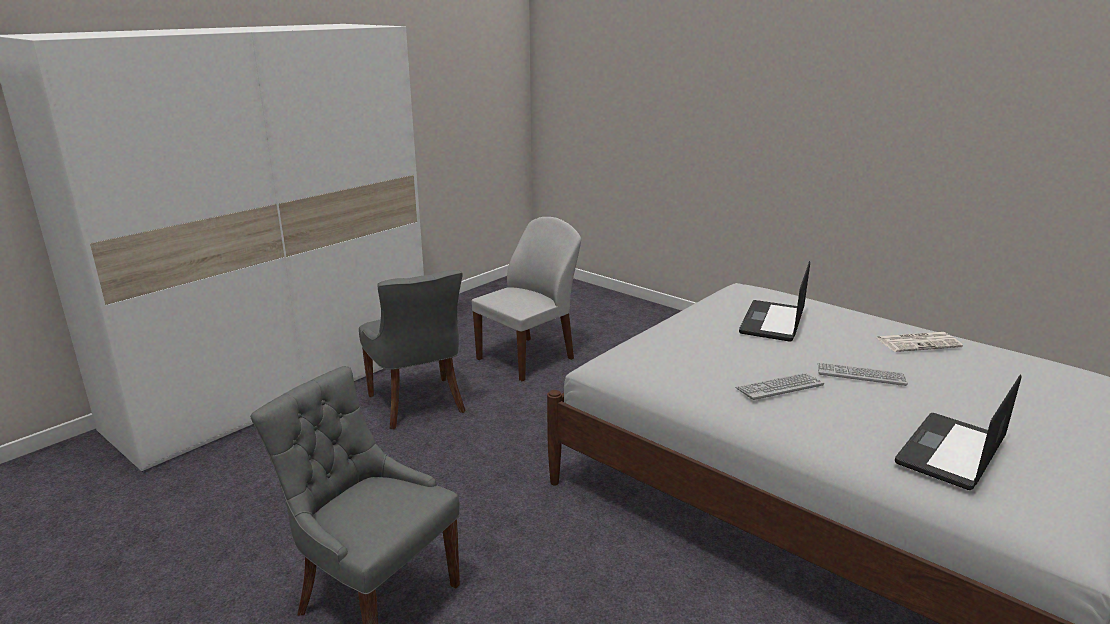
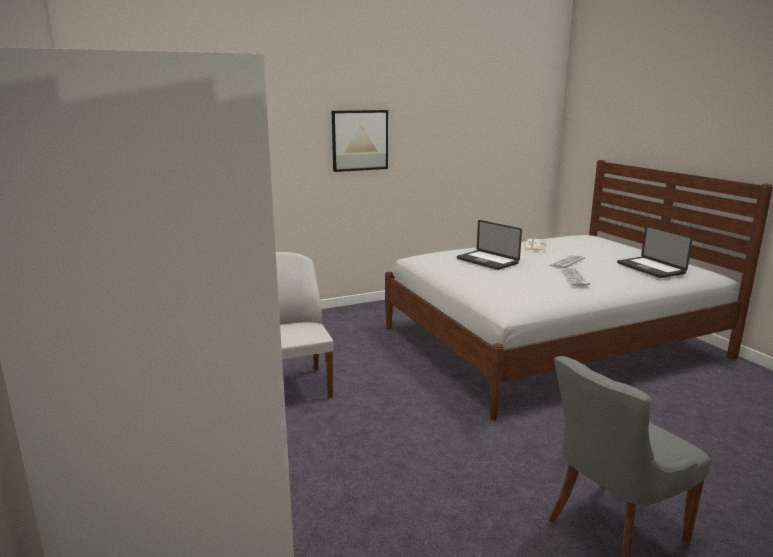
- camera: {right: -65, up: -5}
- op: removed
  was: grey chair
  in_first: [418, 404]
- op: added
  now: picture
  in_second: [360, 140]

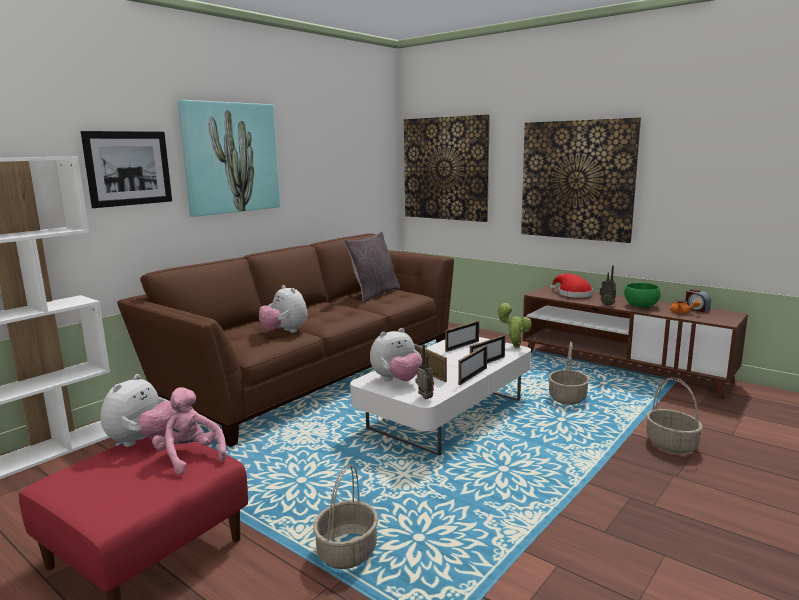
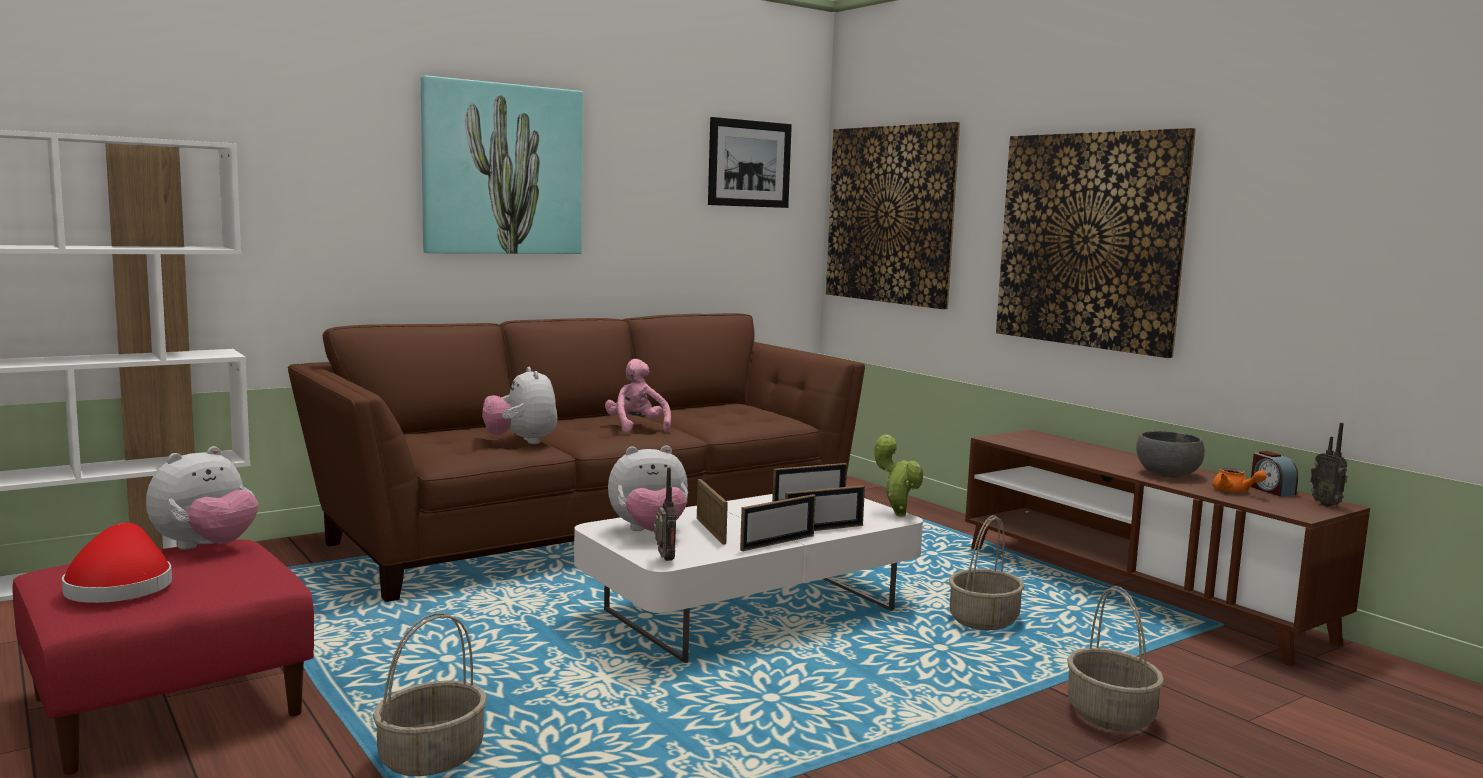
- camera: {right: 15, up: -5}
- op: moved
  was: picture
  in_first: [128, 168]
  in_second: [749, 163]
- op: removed
  was: grey pillow
  in_first: [374, 294]
- op: moved
  was: radio
  in_first: [607, 304]
  in_second: [1326, 504]
- op: moved
  was: red hat
  in_first: [572, 294]
  in_second: [120, 586]
- op: recoloured
  was: green bowl
  now: grey bowl
  in_first: [641, 305]
  in_second: [1168, 474]
- op: moved
  was: pink plush toy
  in_first: [190, 456]
  in_second: [636, 427]

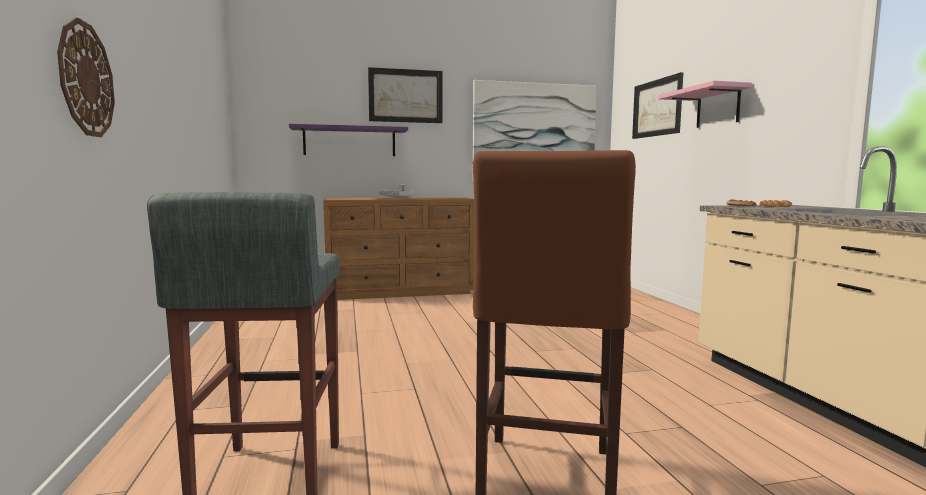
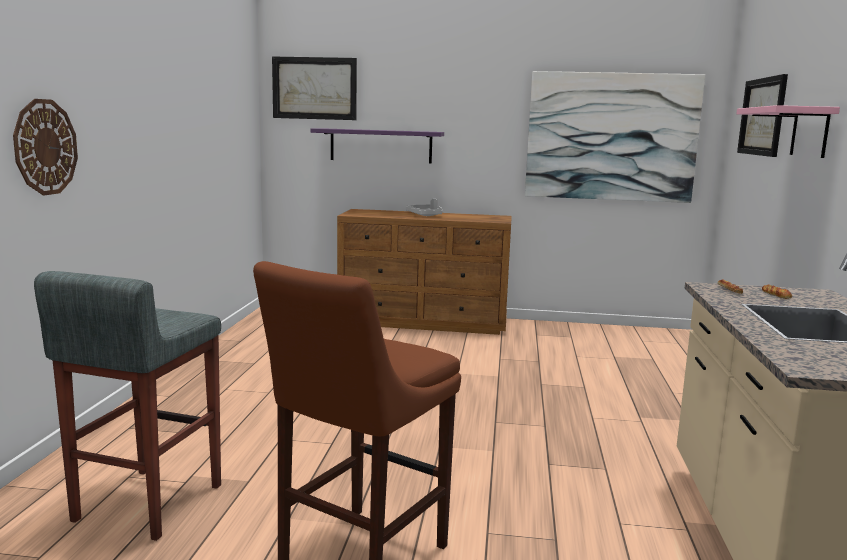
- camera: {right: 20, up: 5}
- op: moved
  was: picture
  in_first: [405, 96]
  in_second: [314, 88]

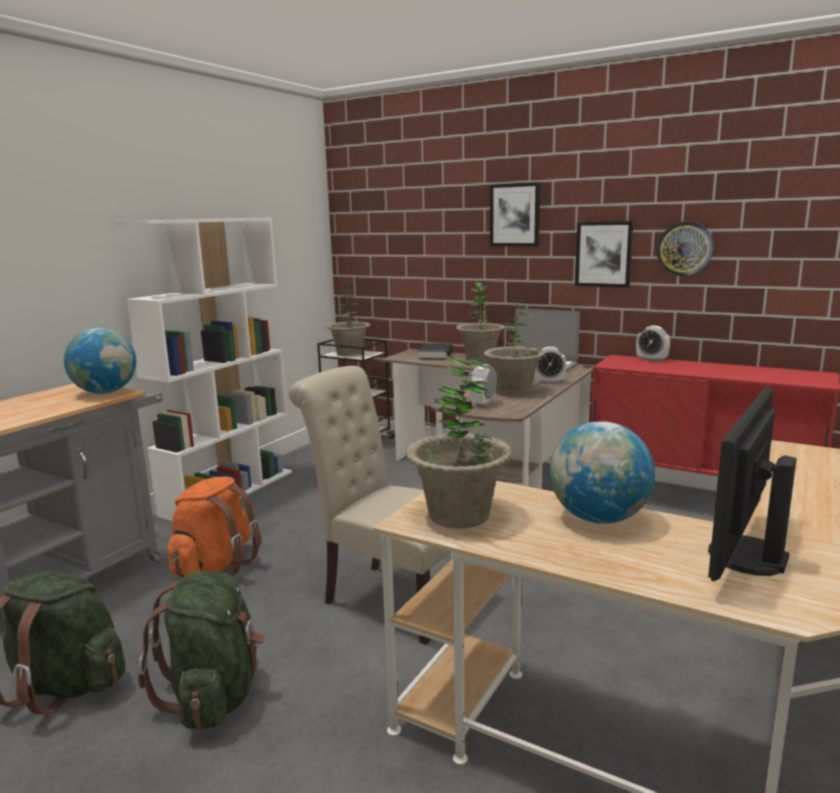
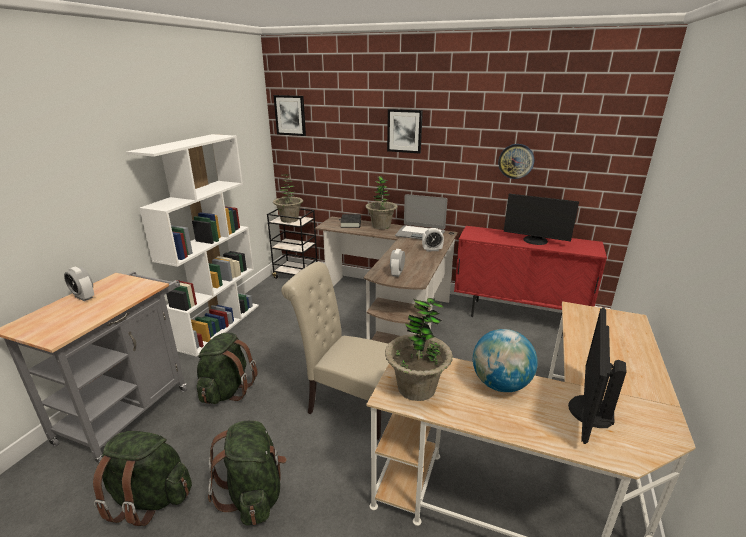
- camera: {right: -10, up: 10}
- op: moved
  was: picture
  in_first: [604, 254]
  in_second: [290, 115]
- op: removed
  was: potted plant
  in_first: [513, 391]
- op: moved
  was: alarm clock
  in_first: [651, 360]
  in_second: [84, 297]
- op: removed
  was: globe
  in_first: [105, 392]
- op: recoloured
  was: orange backpack
  now: green backpack
  in_first: [216, 567]
  in_second: [227, 390]
- op: added
  now: monitor
  in_second: [535, 241]

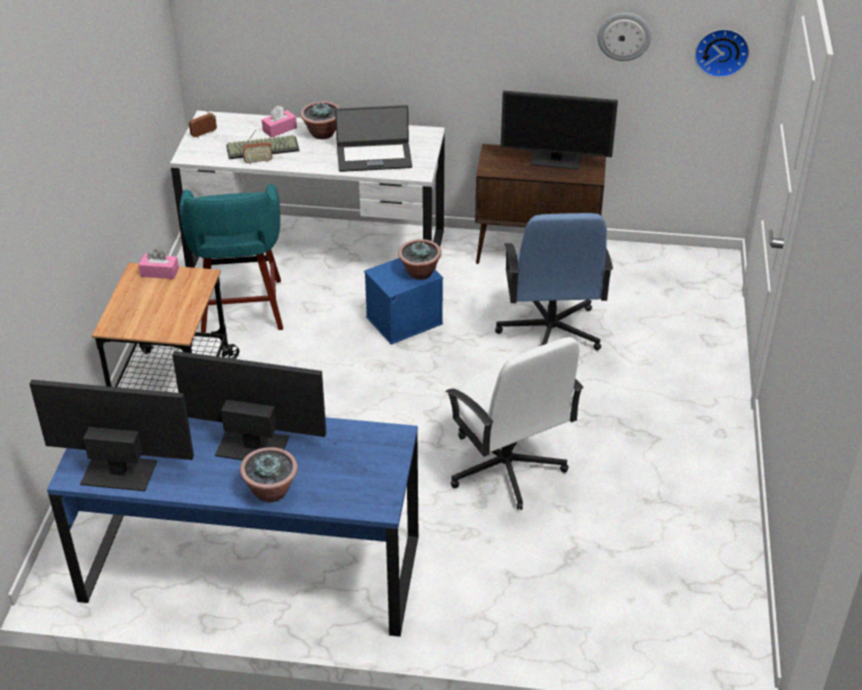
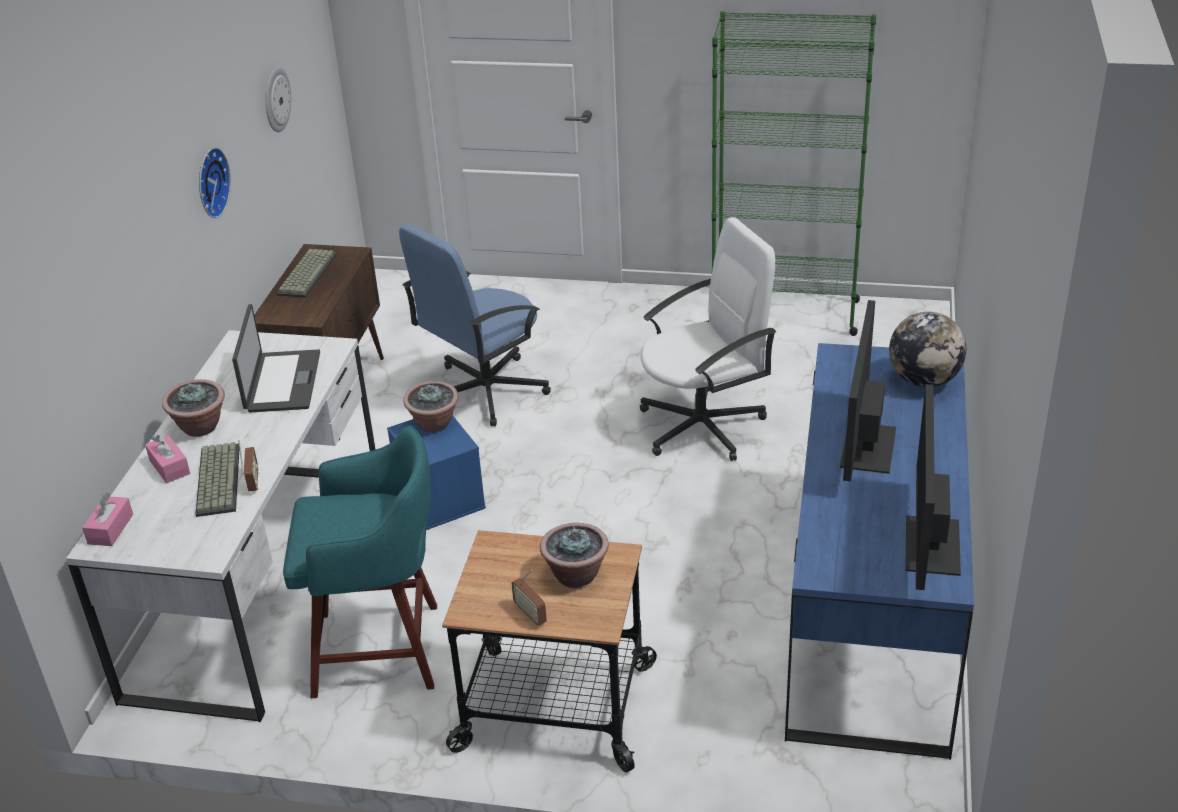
- camera: {right: -85, up: -5}
- op: moved
  was: wall clock
  in_first: [721, 51]
  in_second: [209, 182]
- op: replaced
  was: monitor
  now: keyboard
  in_first: [556, 159]
  in_second: [306, 274]
- op: moved
  was: radio
  in_first: [204, 134]
  in_second: [530, 614]
- op: turned
  was: blue office chair
  in_first: [549, 332]
  in_second: [484, 391]
  clockwise: 135
- op: moved
  was: pink tissue box
  in_first: [160, 272]
  in_second: [110, 529]
- op: moved
  was: potted plant
  in_first: [271, 491]
  in_second: [575, 575]
- op: added
  now: green bookcase
  in_second: [784, 313]
- op: added
  now: globe
  in_second: [924, 380]

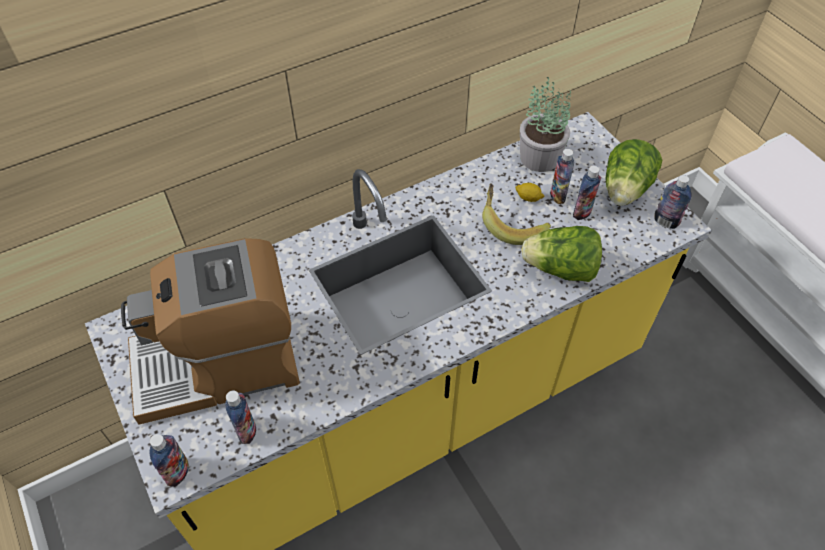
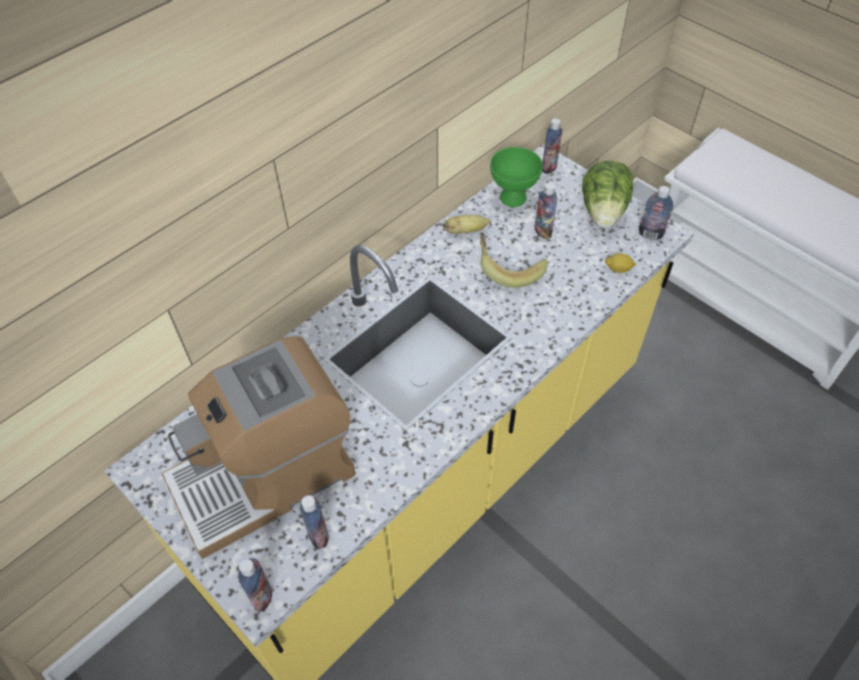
- camera: {right: -15, up: 0}
- op: replaced
  was: potted plant
  now: green bowl
  in_first: [538, 157]
  in_second: [512, 197]
- op: moved
  was: bottle
  in_first: [582, 212]
  in_second: [549, 167]
- op: moved
  was: lemon
  in_first: [528, 198]
  in_second: [618, 269]
- op: removed
  was: lettuce
  in_first: [560, 269]
- op: added
  now: banana
  in_second: [466, 231]

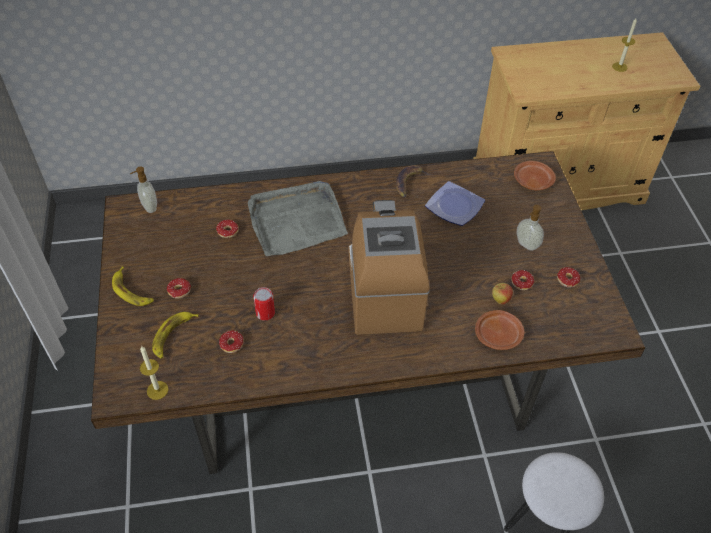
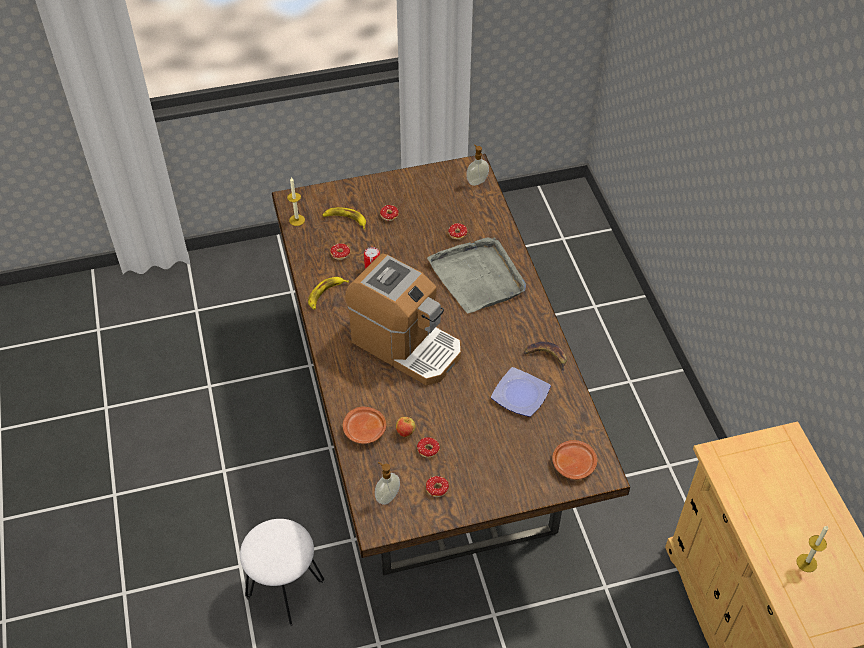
- camera: {right: 85, up: 0}
- op: turned
  was: coffee machine
  in_first: [383, 290]
  in_second: [406, 345]
  clockwise: 45
- op: moved
  was: soap dispenser
  in_first: [526, 245]
  in_second: [387, 496]
- op: moved
  was: banana
  in_first: [132, 291]
  in_second: [326, 294]

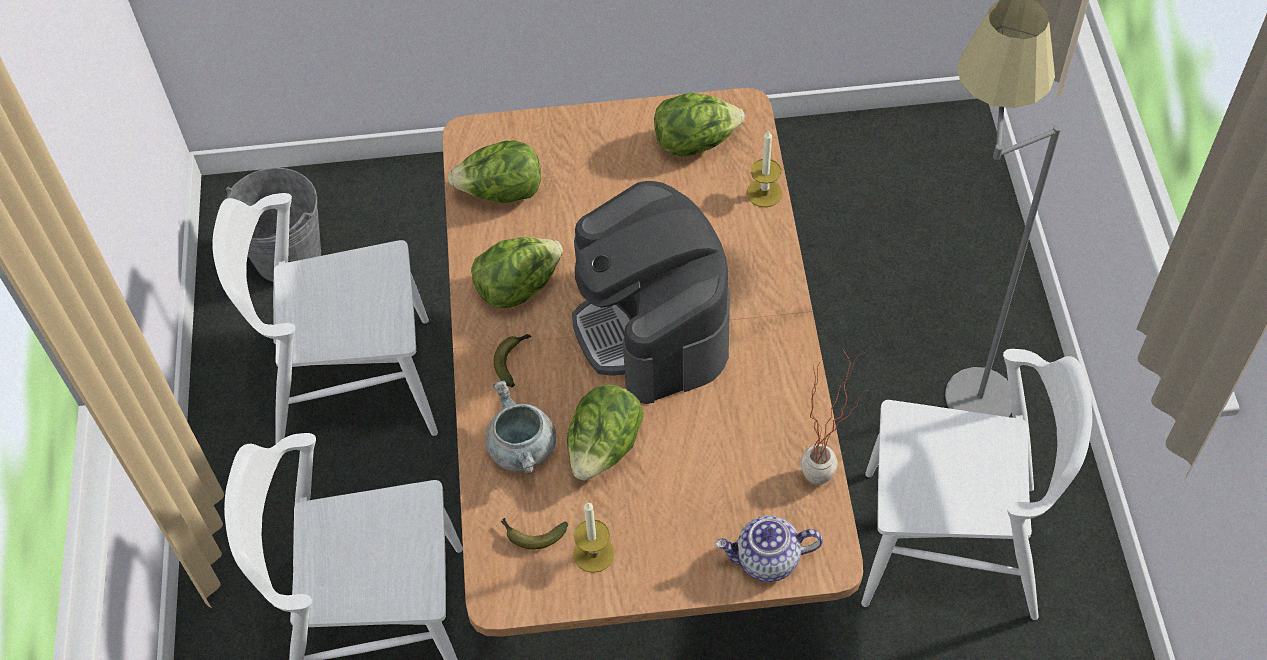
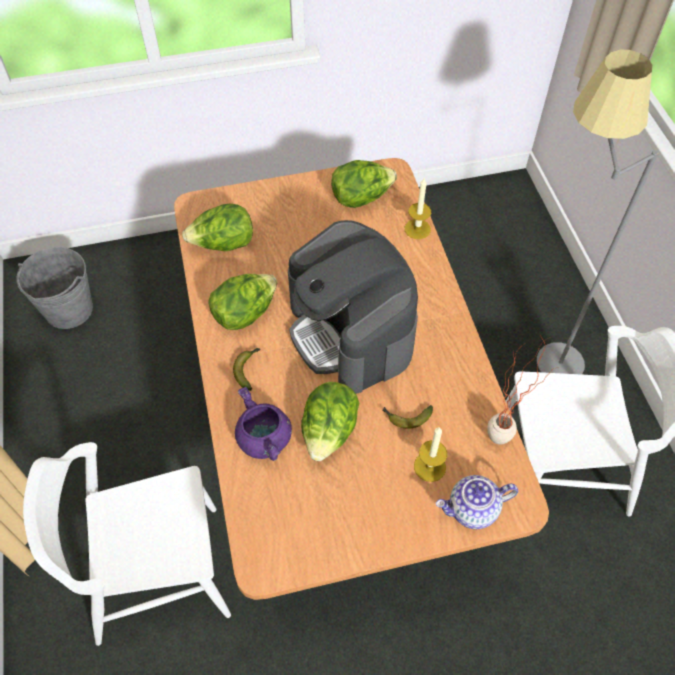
- camera: {right: -10, up: 0}
- op: removed
  was: white chair
  in_first: [353, 385]
- op: recoloured
  was: grey cooking pot
  now: purple cooking pot
  in_first: [523, 449]
  in_second: [265, 439]
- op: moved
  was: candle
  in_first: [593, 553]
  in_second: [429, 466]
- op: moved
  was: banana
  in_first: [531, 534]
  in_second: [406, 417]

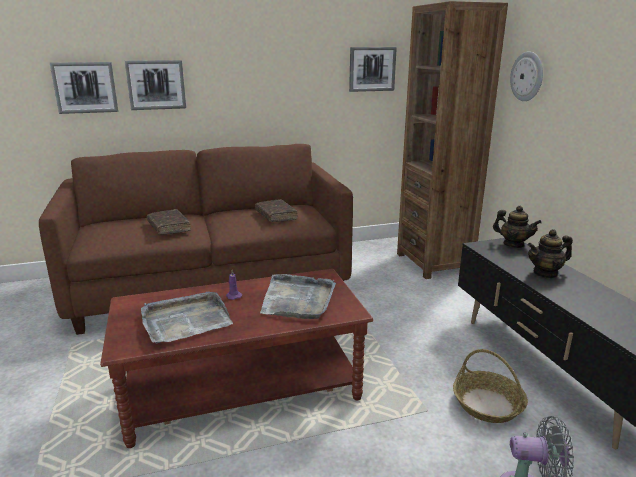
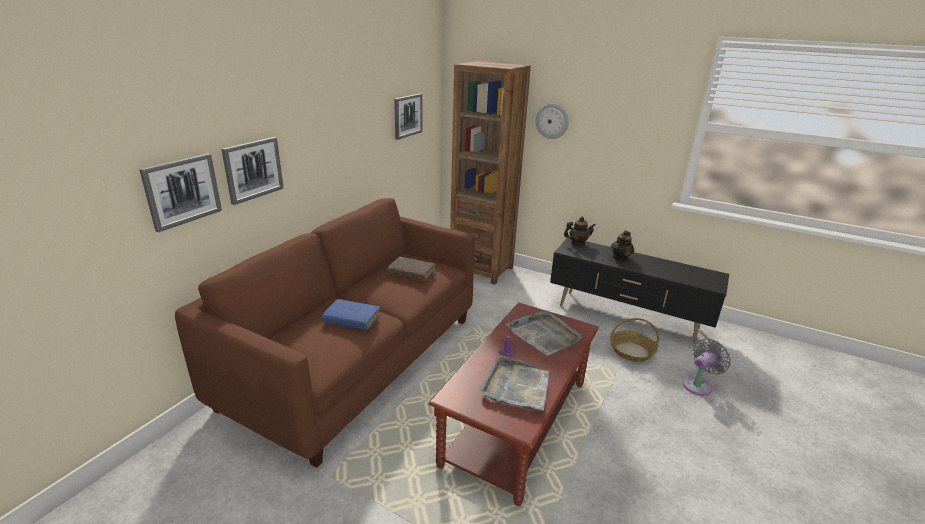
- camera: {right: -45, up: 5}
- op: recoloured
  was: brown book
  now: blue book
  in_first: [169, 227]
  in_second: [352, 319]

